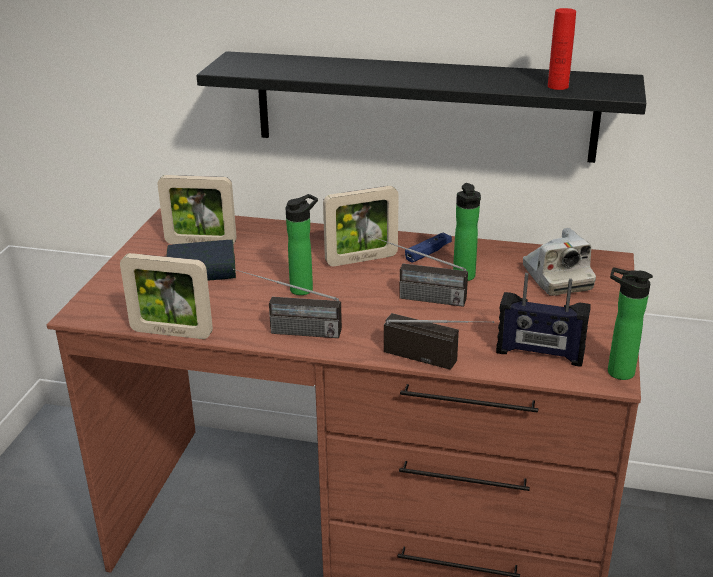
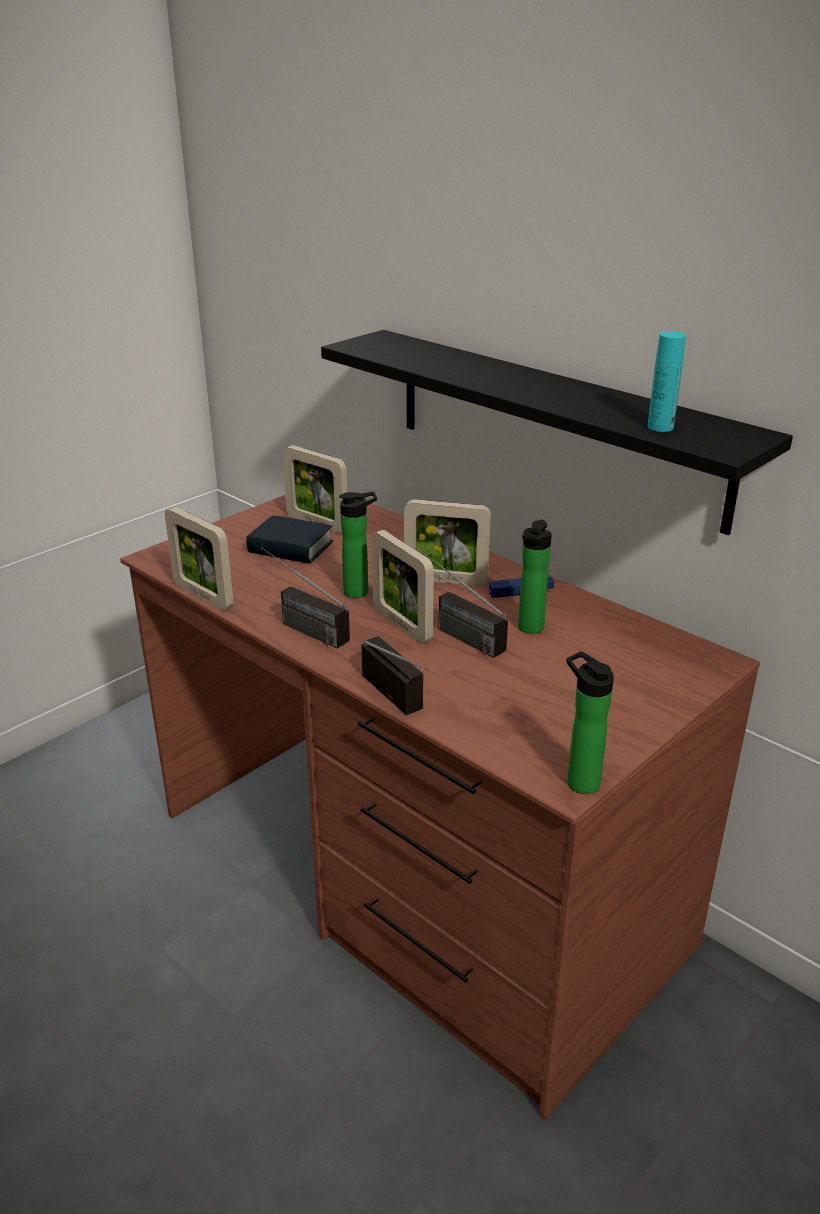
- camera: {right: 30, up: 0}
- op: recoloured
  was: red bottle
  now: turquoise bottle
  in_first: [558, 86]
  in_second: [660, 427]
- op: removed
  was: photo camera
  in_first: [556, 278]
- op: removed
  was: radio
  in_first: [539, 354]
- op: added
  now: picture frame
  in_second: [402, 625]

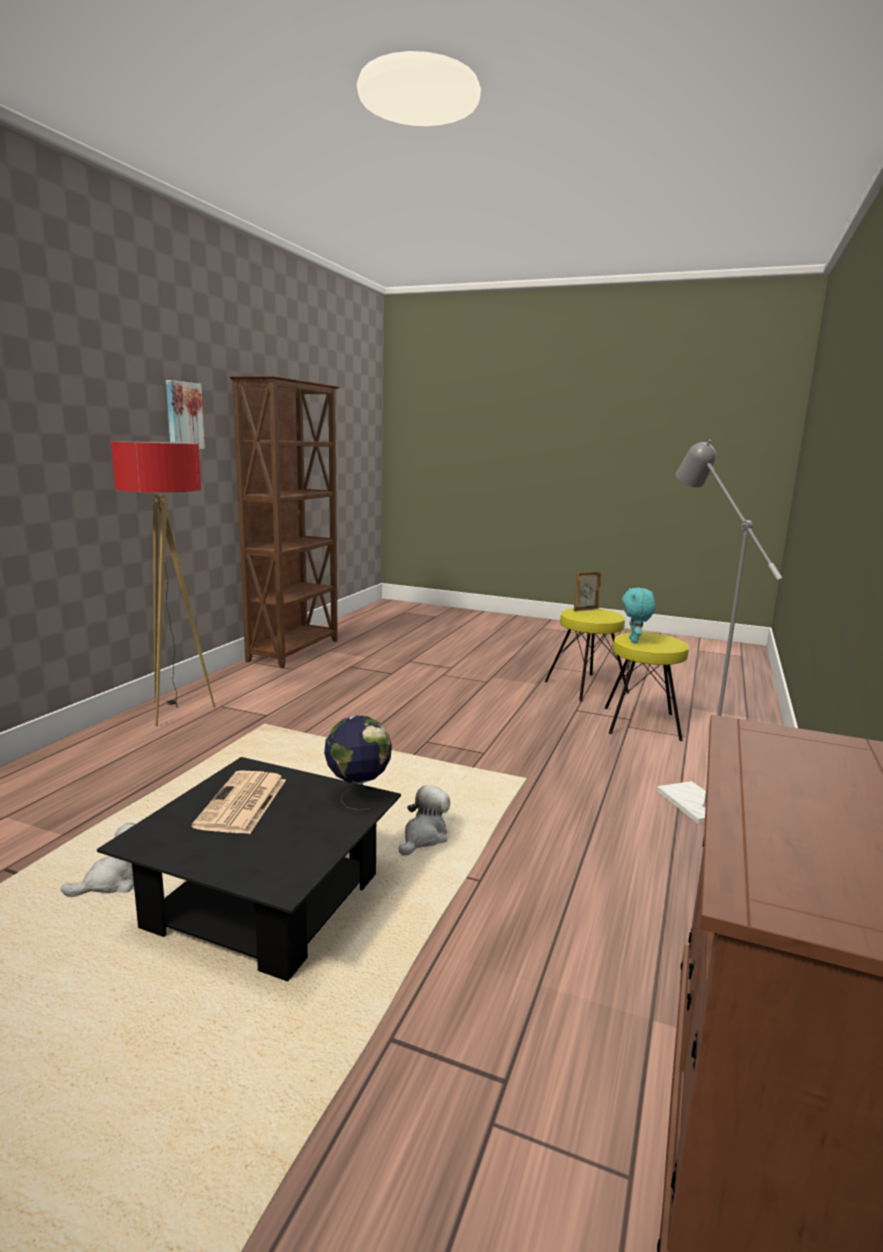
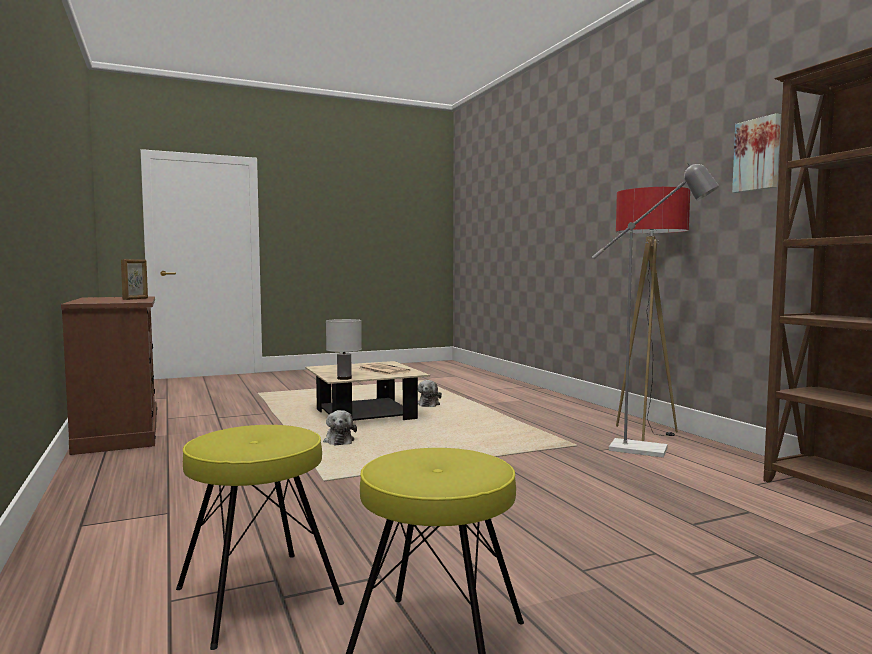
- camera: {right: 135, up: -10}
- op: moved
  was: grey floor lamp
  in_first: [685, 797]
  in_second: [649, 451]
- op: moved
  was: picture frame
  in_first: [585, 609]
  in_second: [136, 299]
- op: removed
  was: turquoise plush toy
  in_first: [634, 641]
- op: replaced
  was: globe
  now: white table lamp
  in_first: [358, 795]
  in_second: [344, 378]
- op: recoloured
  was: black coffee table
  now: beige coffee table
  in_first: [265, 901]
  in_second: [365, 414]

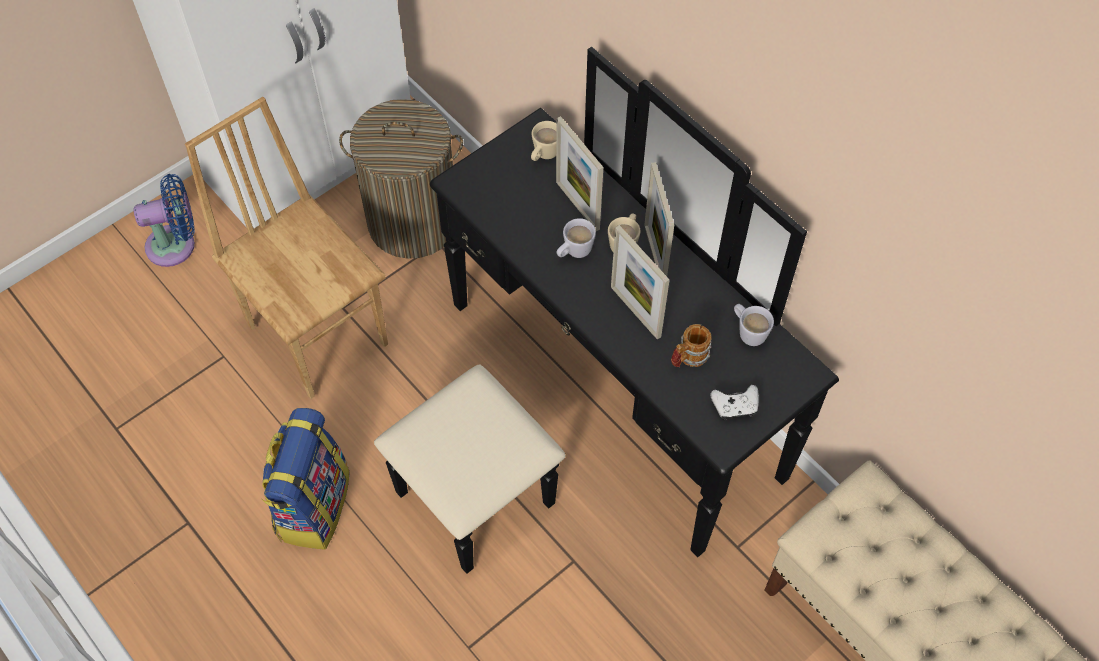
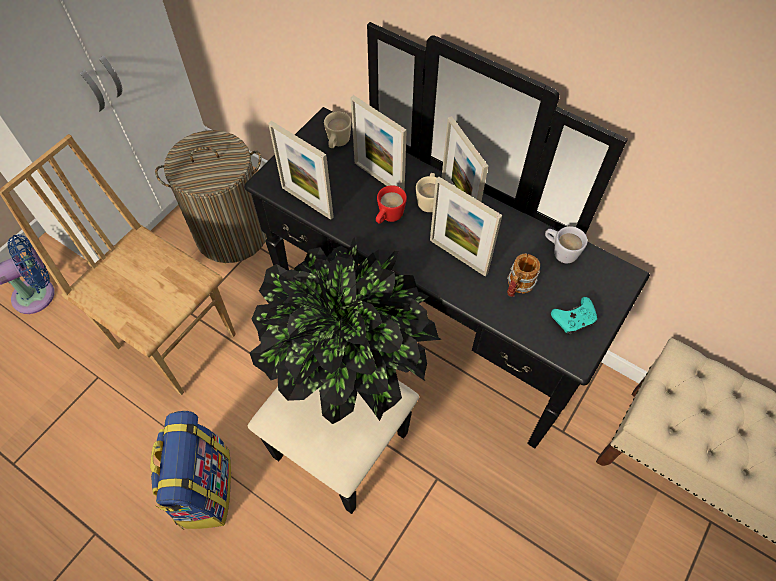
- camera: {right: -15, up: 0}
- op: recoloured
  was: white mug
  now: red mug
  in_first: [574, 252]
  in_second: [388, 218]
- op: recoloured
  was: white game controller
  now: turquoise game controller
  in_first: [735, 406]
  in_second: [574, 320]
- op: added
  now: picture frame
  in_second: [307, 202]
- op: added
  now: potted plant
  in_second: [349, 361]

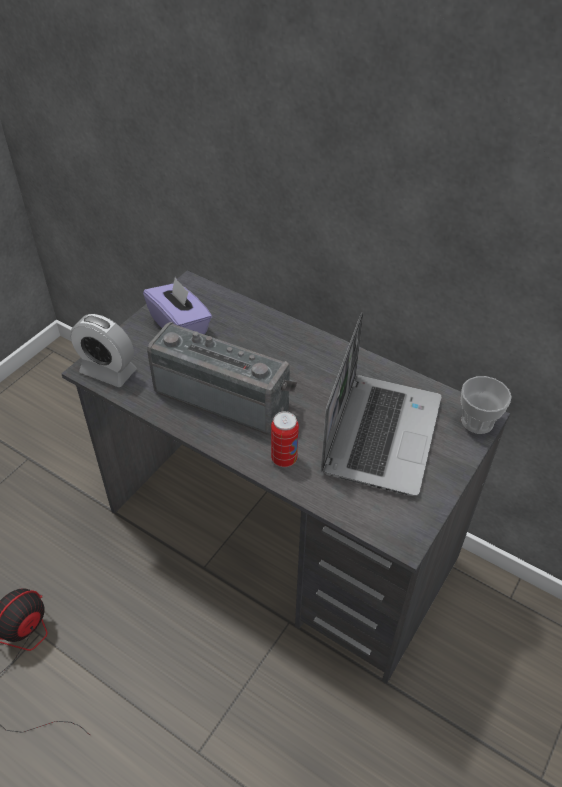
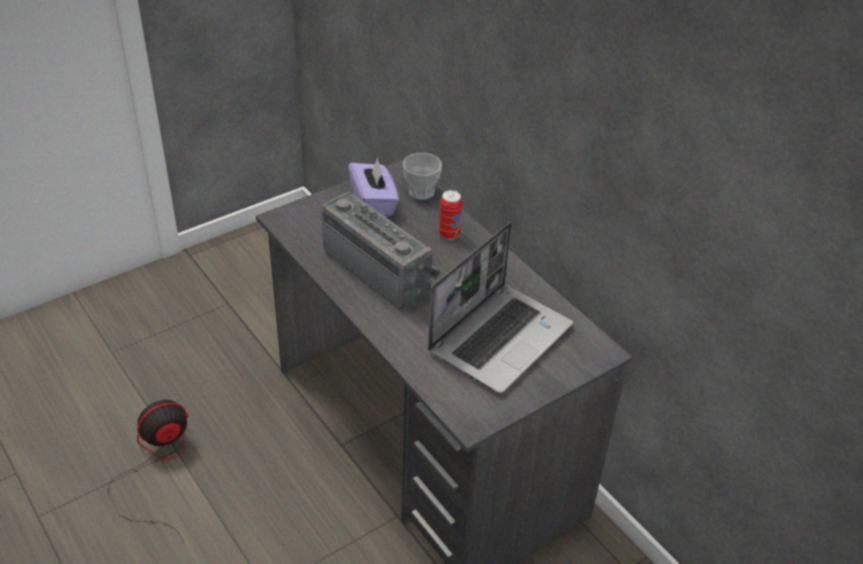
- camera: {right: 20, up: -5}
- op: removed
  was: alarm clock
  in_first: [108, 371]
- op: moved
  was: cup
  in_first: [477, 421]
  in_second: [421, 192]
- op: moved
  was: can
  in_first: [284, 459]
  in_second: [449, 234]

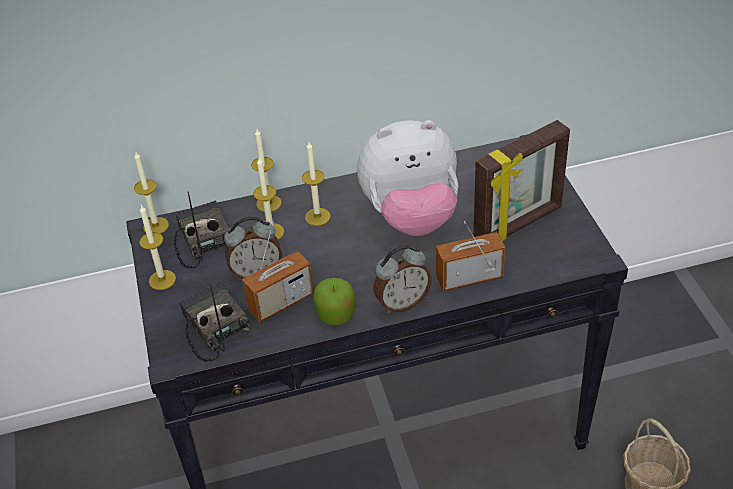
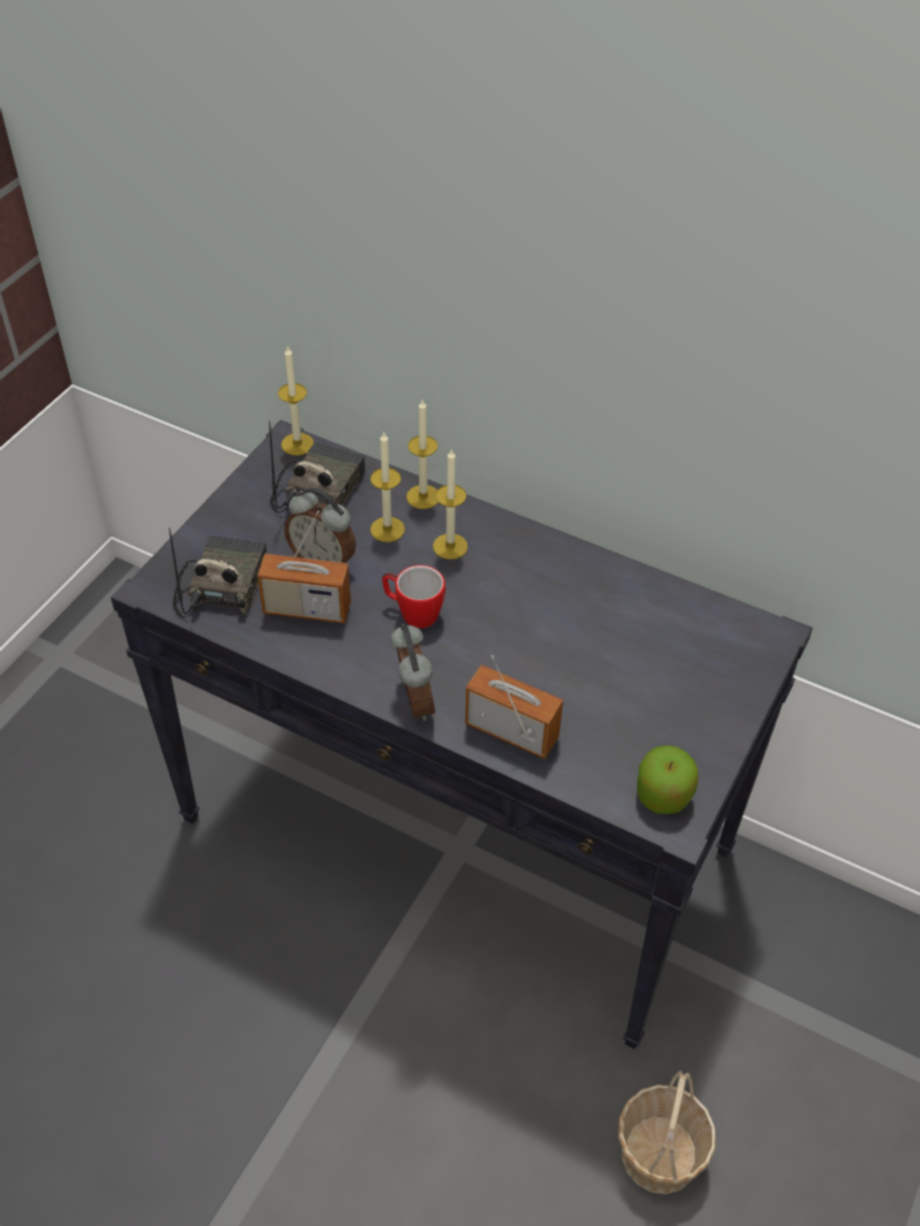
- camera: {right: 40, up: 5}
- op: removed
  was: plush toy
  in_first: [411, 217]
- op: removed
  was: picture frame
  in_first: [519, 224]
- op: removed
  was: candle
  in_first: [162, 280]
- op: turned
  was: alarm clock
  in_first: [402, 302]
  in_second: [413, 702]
  clockwise: -120
- op: moved
  was: apple
  in_first: [336, 313]
  in_second: [663, 795]
- op: added
  now: mug
  in_second: [413, 612]

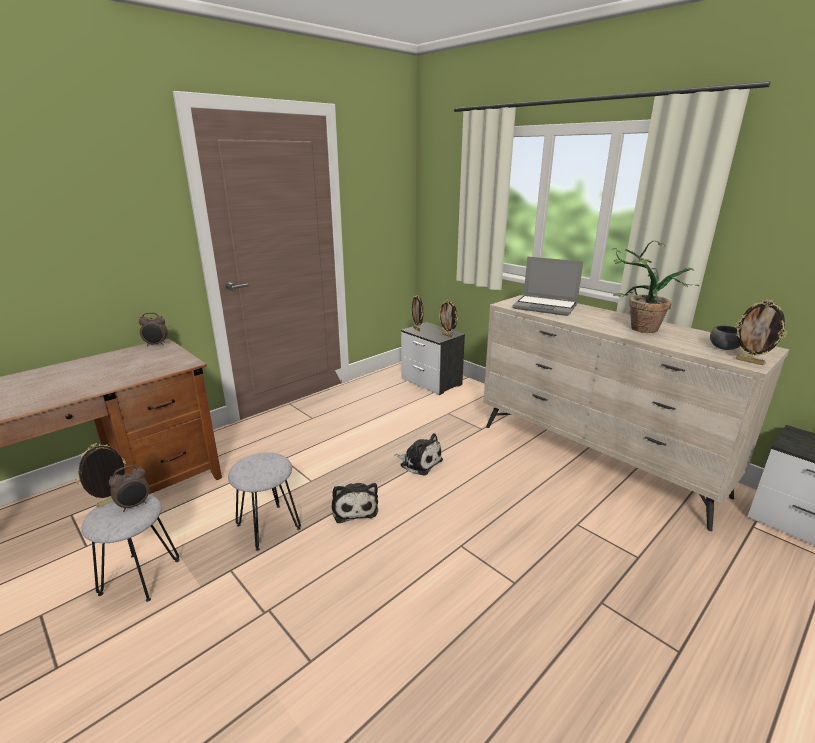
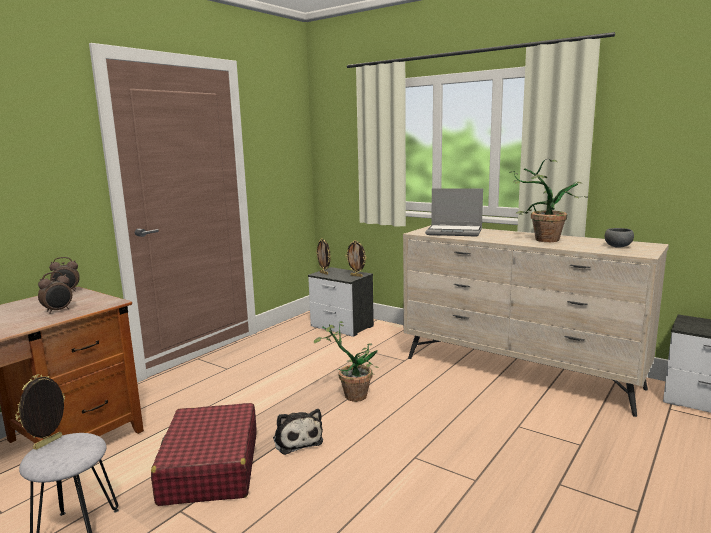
- camera: {right: -10, up: -10}
- op: removed
  was: picture frame
  in_first: [750, 361]
- op: replaced
  was: plush toy
  now: potted plant
  in_first: [419, 462]
  in_second: [351, 394]
- op: replaced
  was: grey stool
  now: red suitcase
  in_first: [268, 527]
  in_second: [210, 468]
- op: moved
  was: alarm clock
  in_first: [134, 505]
  in_second: [58, 311]

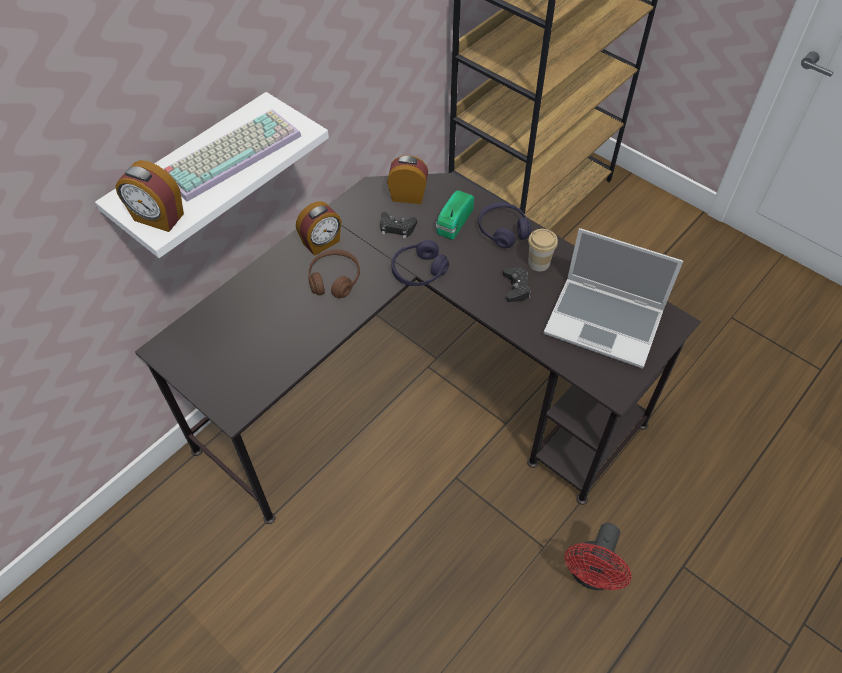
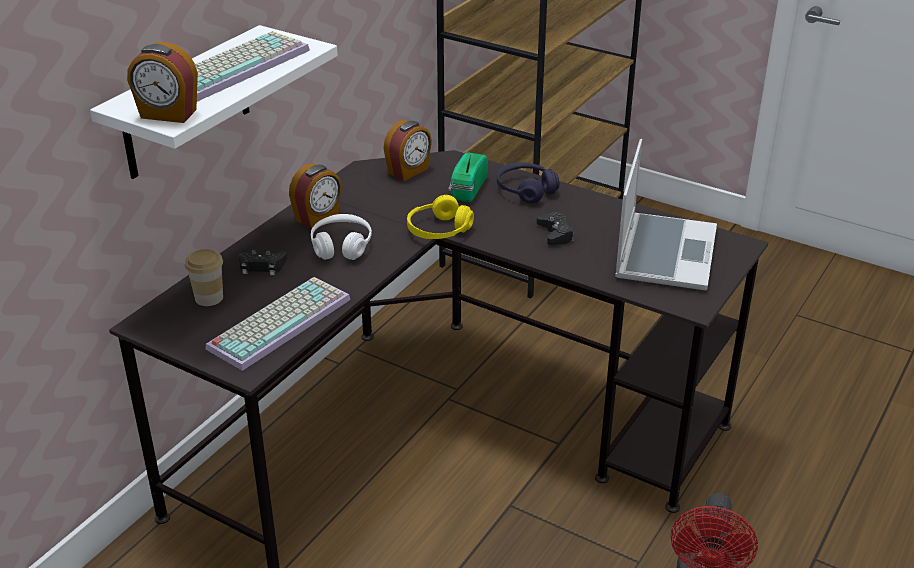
- camera: {right: -10, up: -20}
- op: turned
  was: alarm clock
  in_first: [408, 195]
  in_second: [409, 171]
  clockwise: 135
- op: moved
  was: black game controller
  in_first: [397, 228]
  in_second: [261, 266]
- op: turned
  was: laptop
  in_first: [605, 323]
  in_second: [664, 253]
  clockwise: -90
- op: moved
  was: cup
  in_first: [539, 263]
  in_second: [209, 298]
- op: recoloured
  was: purple headphones
  now: yellow headphones
  in_first: [418, 271]
  in_second: [439, 230]
- op: recoloured
  was: brown headphones
  now: white headphones
  in_first: [334, 279]
  in_second: [341, 246]
- op: added
  now: keyboard
  in_second: [279, 321]

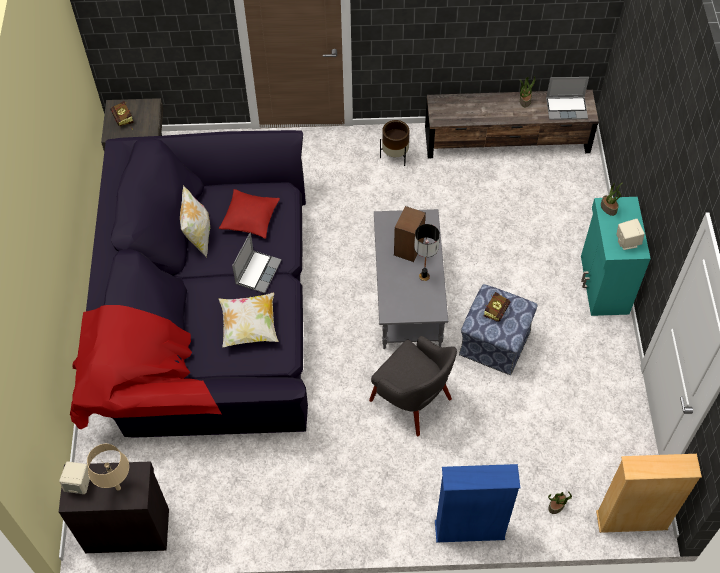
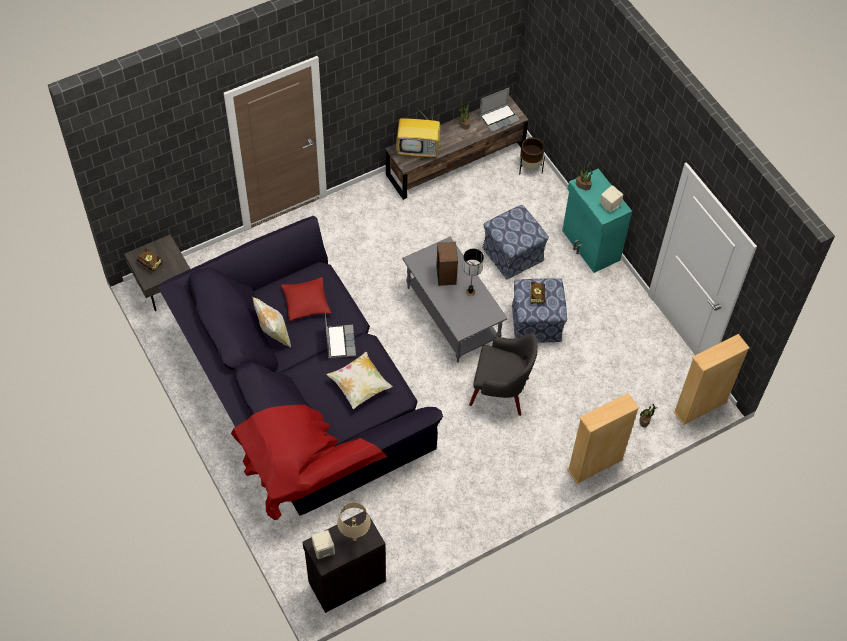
- camera: {right: -30, up: 0}
- op: moved
  was: brown planter
  in_first: [395, 156]
  in_second: [530, 168]
- op: recoloured
  was: blue bookcase
  now: beige bookcase
  in_first: [469, 530]
  in_second: [595, 465]
- op: added
  now: television
  in_second: [419, 149]
- op: added
  now: ottoman
  in_second: [513, 255]

